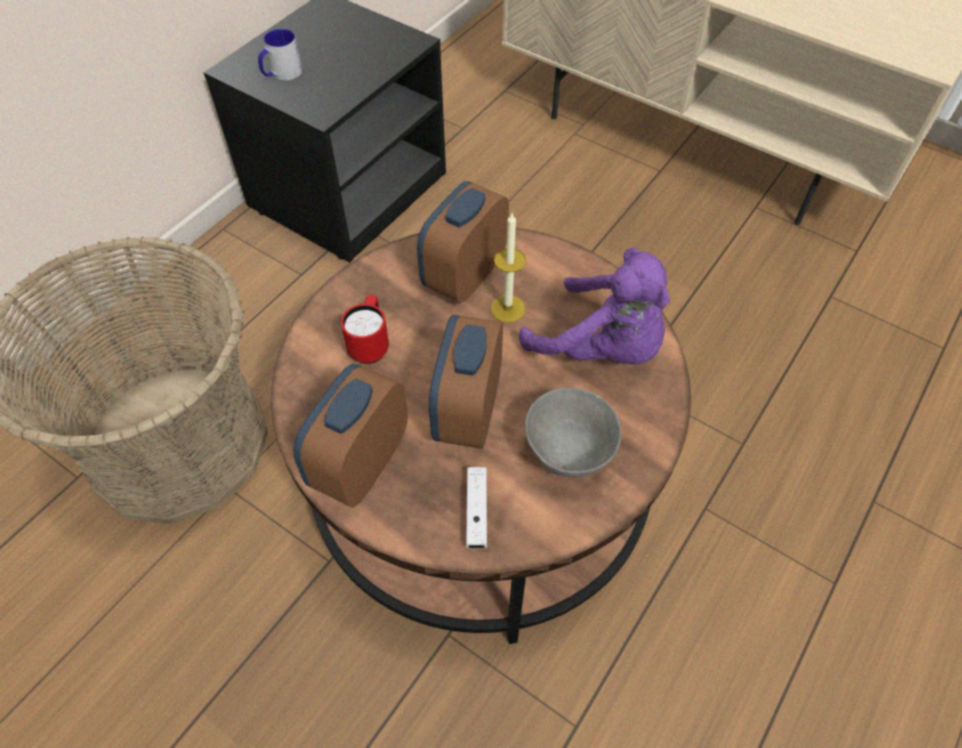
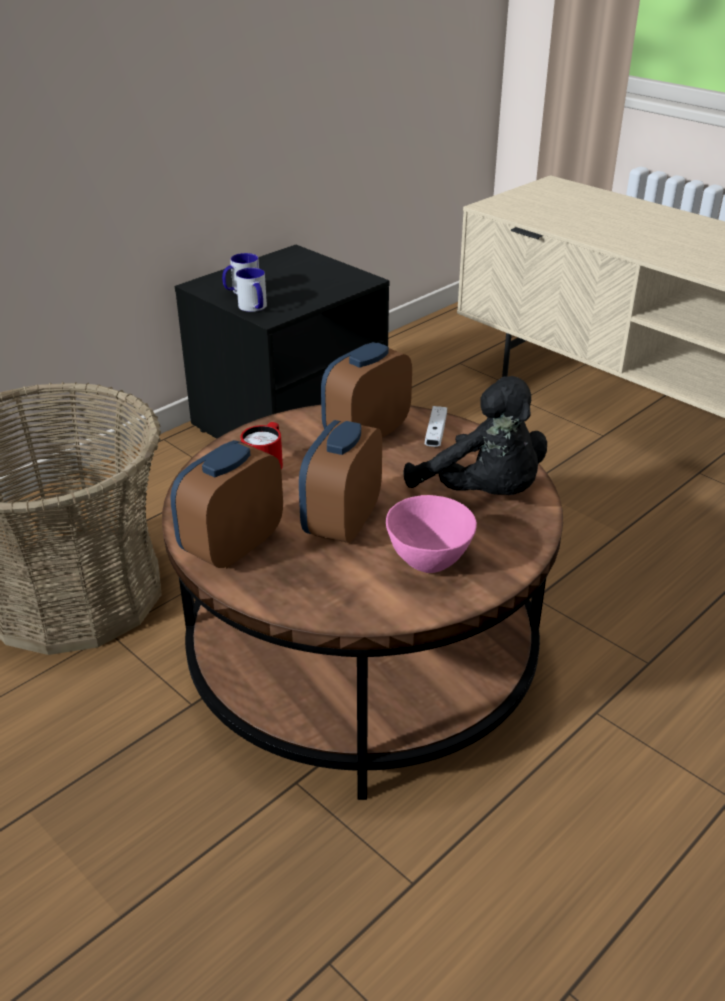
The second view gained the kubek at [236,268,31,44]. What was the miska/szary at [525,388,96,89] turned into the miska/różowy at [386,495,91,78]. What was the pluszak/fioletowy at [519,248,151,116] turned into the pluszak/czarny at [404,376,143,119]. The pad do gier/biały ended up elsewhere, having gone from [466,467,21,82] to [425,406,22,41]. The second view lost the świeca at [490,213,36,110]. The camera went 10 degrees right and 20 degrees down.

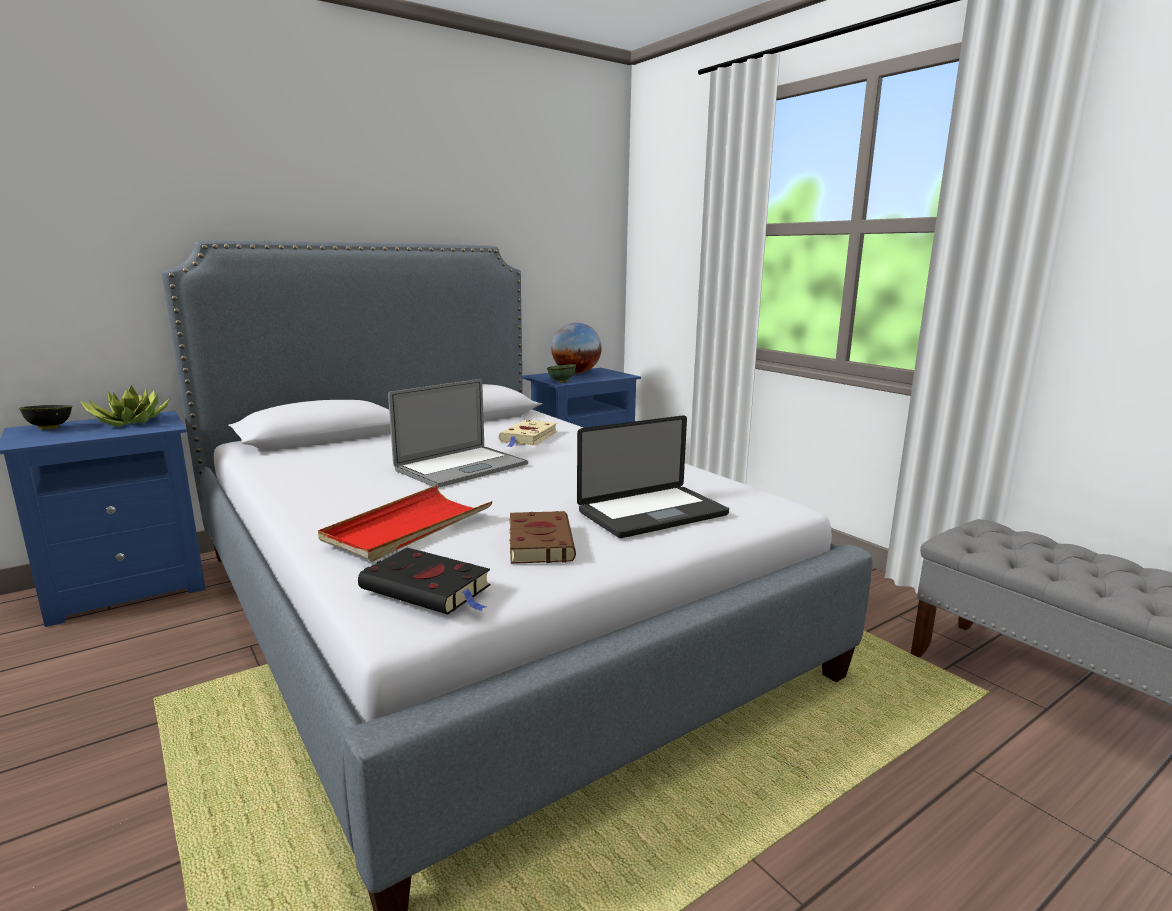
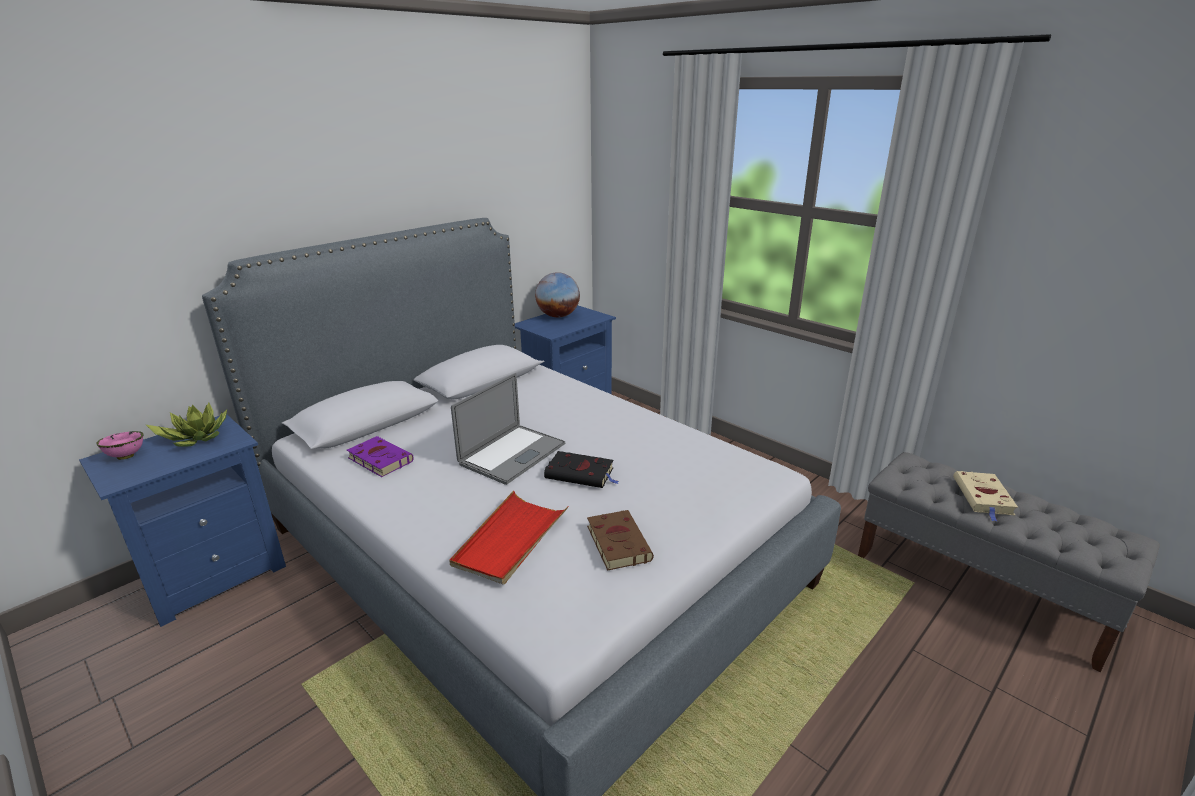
What was the miska/czarny at [19,405,53,24] turned into the miska/różowy at [96,431,48,29]. The second view gained the książka/fioletowy at [346,436,68,41]. The książka/czarny ended up elsewhere, having gone from [358,547,132,68] to [544,451,75,37]. The książka/beżowy ended up elsewhere, having gone from [499,420,59,27] to [953,471,65,51]. The second view lost the miska/zielony at [546,364,30,19]. The second view lost the laptop at [577,415,152,123]. The camera went 10 degrees left and 10 degrees up.

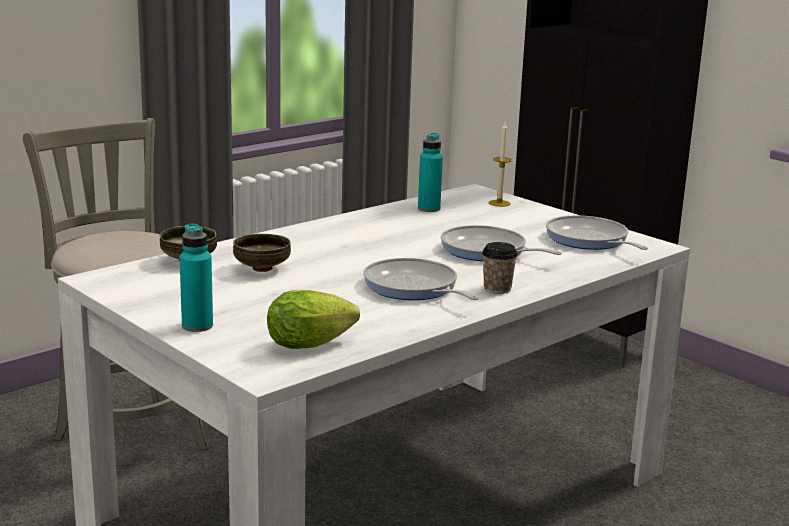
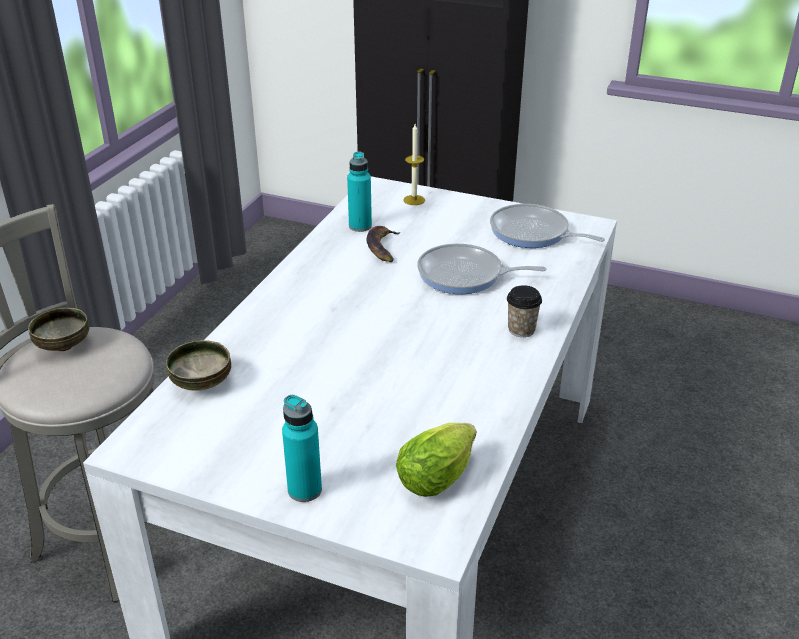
The miska ended up elsewhere, having gone from [233,234,58,38] to [28,308,61,43]. The second view gained the banan at [367,226,33,36]. The second view lost the patelnia at [363,258,116,42]. The camera went 25 degrees left and 15 degrees up.

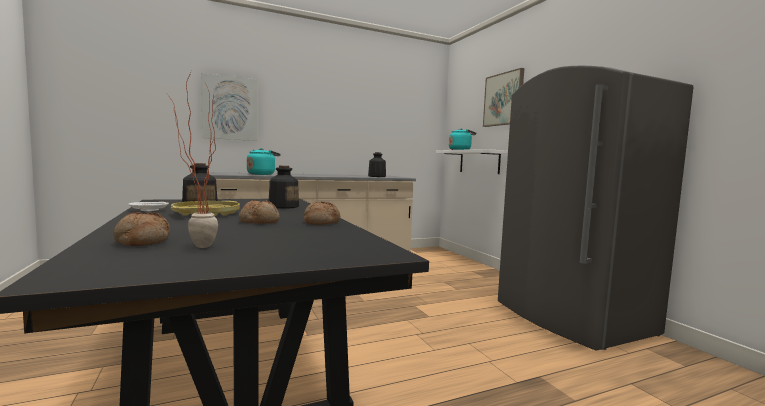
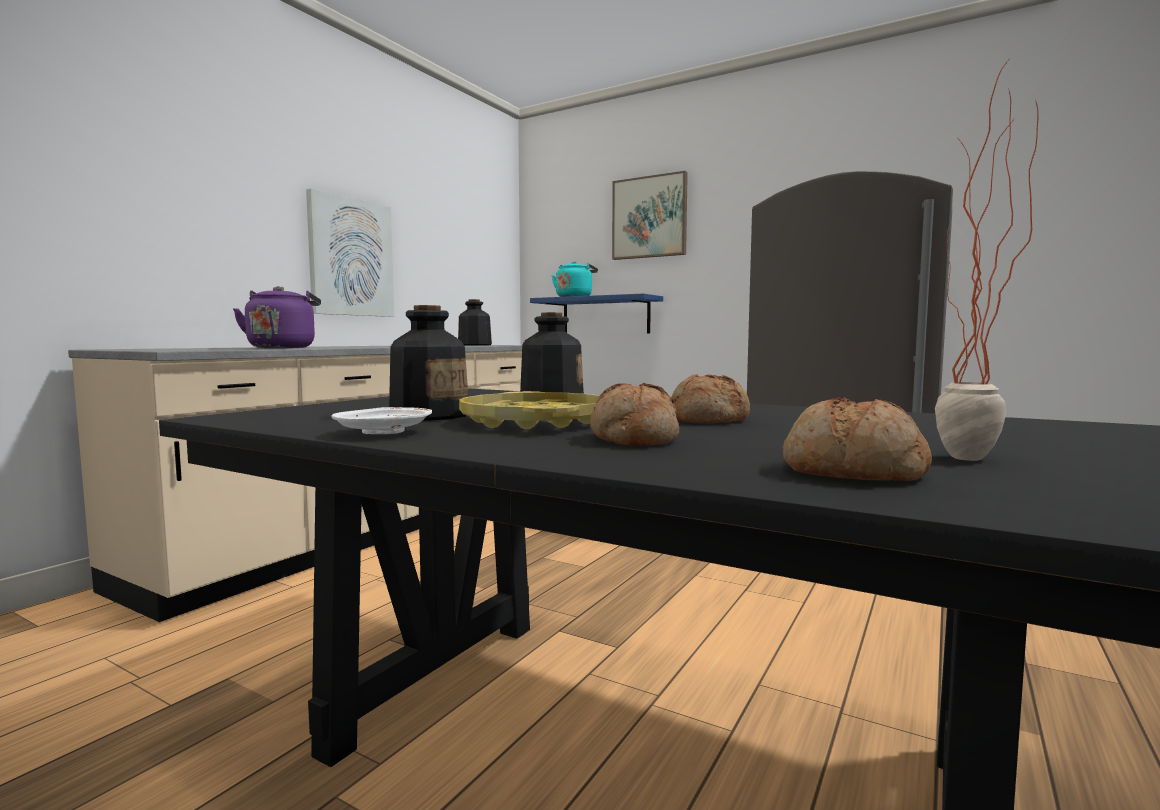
What was the czajnik/turkusowy at [247,148,34,27] turned into the czajnik/fioletowy at [233,286,88,62]. The obraz ended up elsewhere, having gone from [201,73,57,68] to [306,188,88,129]. What was the półka/biały at [436,149,71,25] turned into the półka/niebieski at [530,293,133,41]. The chleb ended up elsewhere, having gone from [304,201,36,24] to [590,383,89,63]. The camera went 35 degrees left and 0 degrees up.

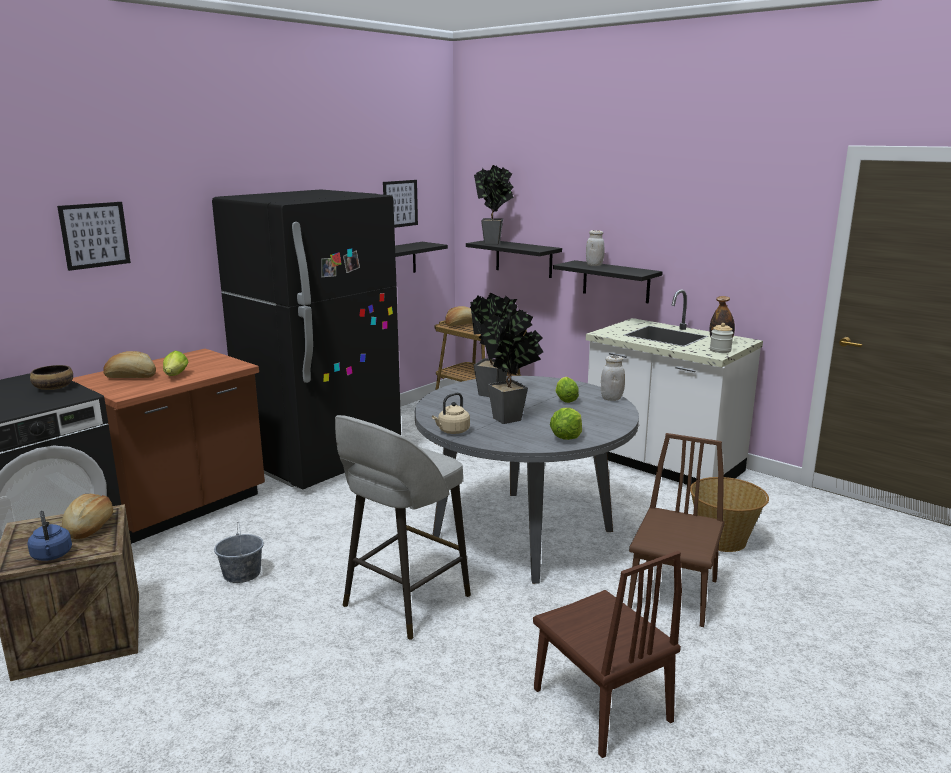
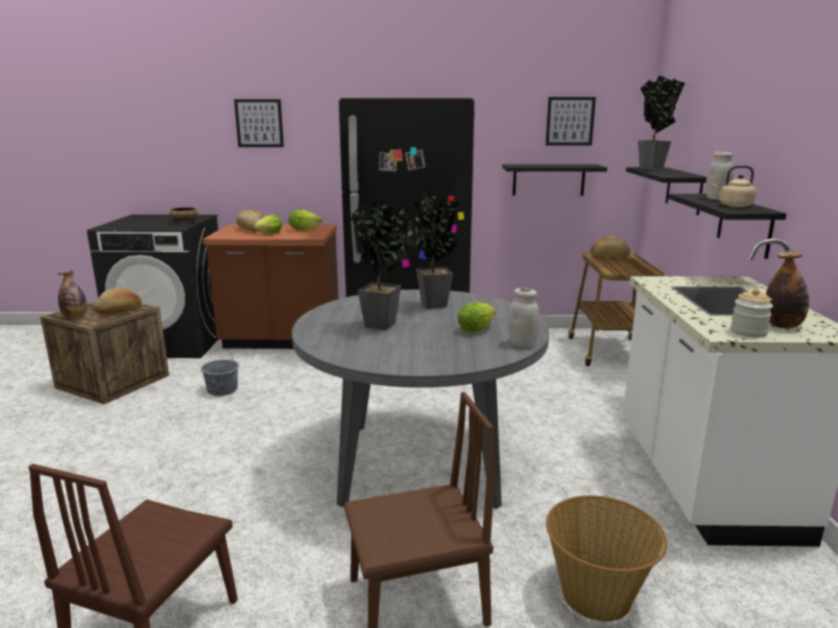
Where the czajnik/niebieski stood at [27,510,45,51], the butelka came to stand at [58,270,29,49]. The sałata ended up elsewhere, having gone from [550,408,32,32] to [289,209,33,22]. The czajnik/beżowy ended up elsewhere, having gone from [432,393,38,41] to [711,165,46,42]. The second view lost the stołek/szary at [335,415,136,225]. The camera went 50 degrees right and 0 degrees up.

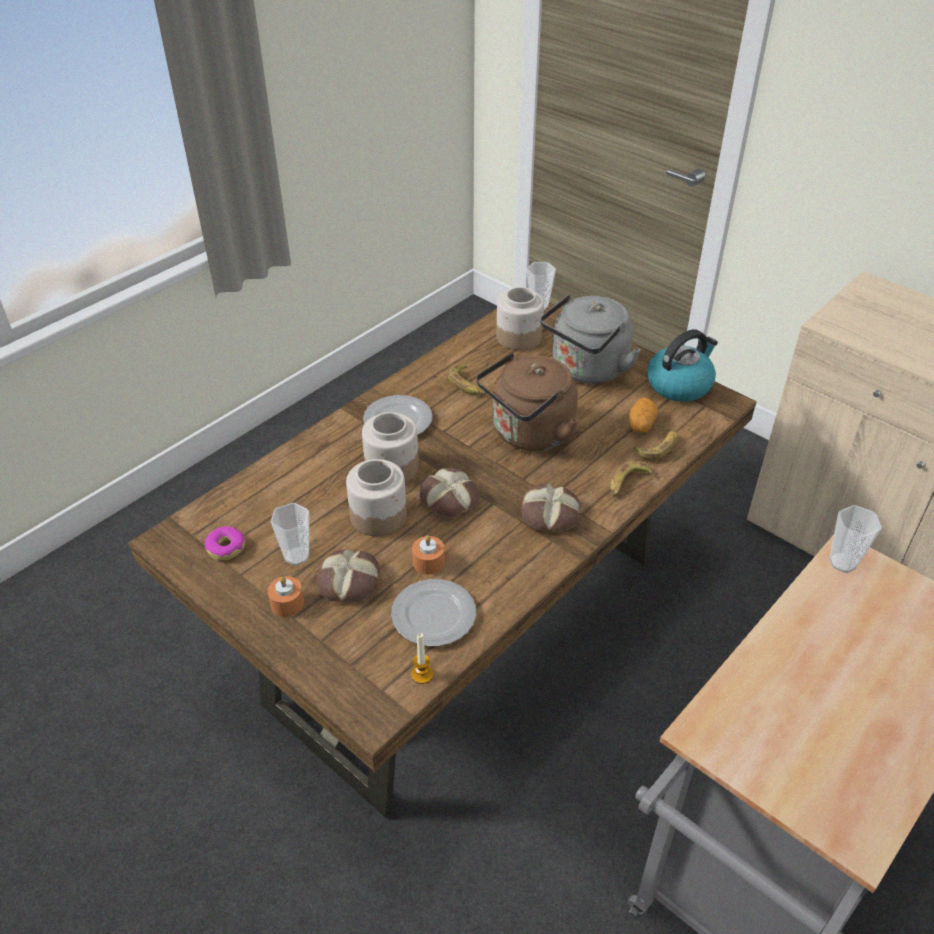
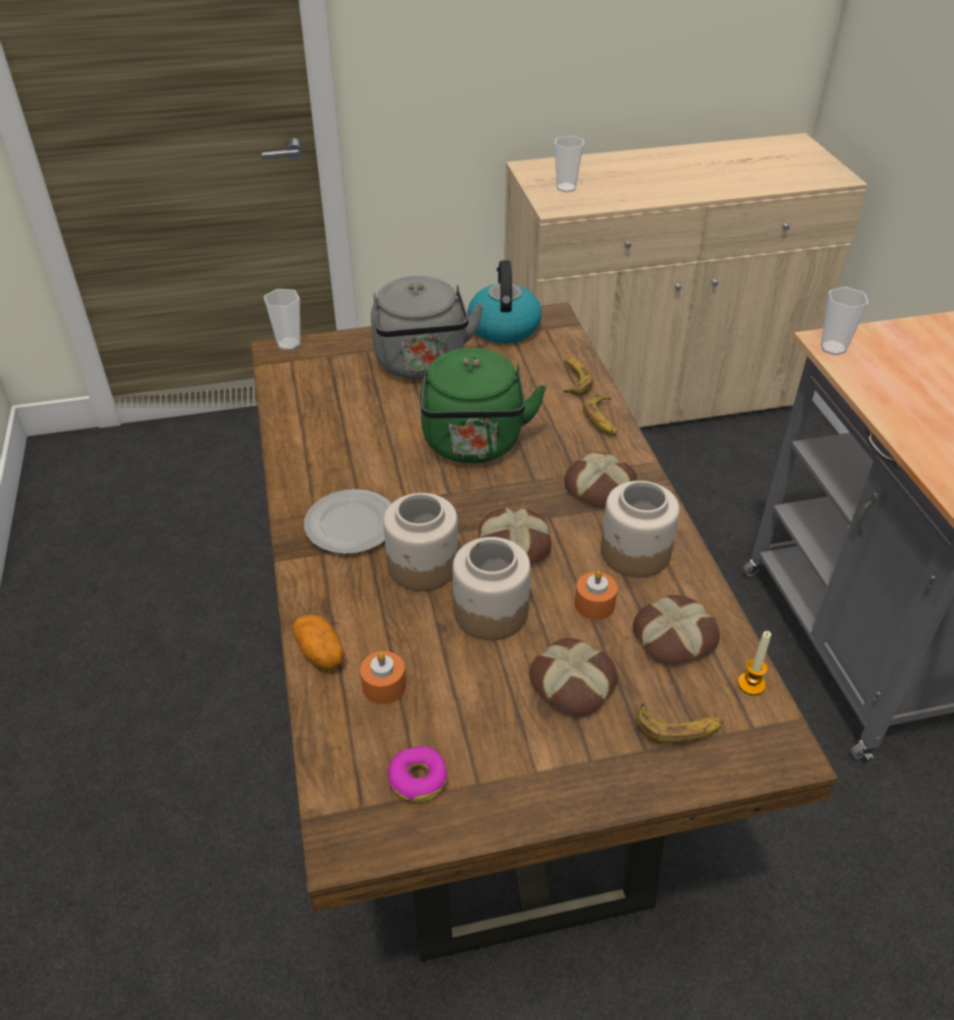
The ziemniak ended up elsewhere, having gone from [629,398,29,35] to [293,615,51,55]. The świeca/pomarańczowy ended up elsewhere, having gone from [268,576,36,41] to [360,651,46,53]. What was the czajnik/brązowy at [476,353,103,98] turned into the czajnik/zielony at [420,348,127,115]. The filiżanka ended up elsewhere, having gone from [271,503,38,63] to [554,136,30,56]. The słoik ended up elsewhere, having gone from [496,287,48,64] to [601,481,79,96]. Where the talerz stood at [391,579,85,67], the chleb came to stand at [633,595,87,69]. The banan ended up elsewhere, having gone from [448,365,35,30] to [636,703,87,40]. The camera went 55 degrees left and 0 degrees up.

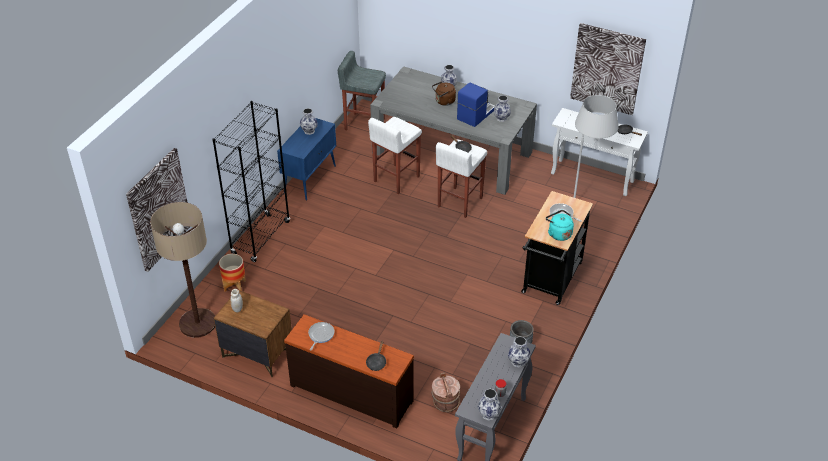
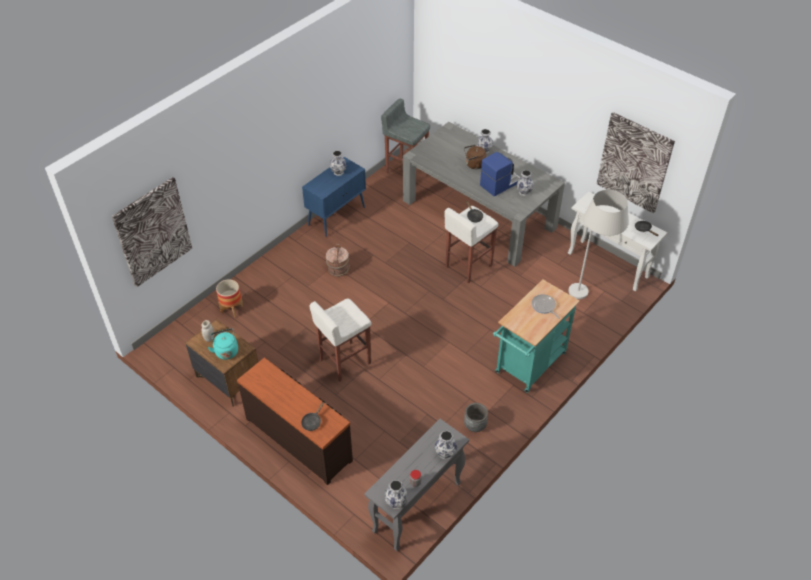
The czajnik/turkusowy ended up elsewhere, having gone from [546,210,28,31] to [208,328,30,32]. The stołek/biały ended up elsewhere, having gone from [368,117,54,77] to [310,298,61,84]. The wiadro/brązowy ended up elsewhere, having gone from [431,372,29,40] to [326,244,24,33]. What was the wózek/czarny at [521,191,72,114] turned into the wózek/turkusowy at [493,279,87,114]. The second view lost the lampa stojąca at [150,202,65,136]. The second view lost the regał/czarny at [212,101,78,161]. The second view lost the patelnia at [308,322,27,28]. The camera went 15 degrees right and 5 degrees up.

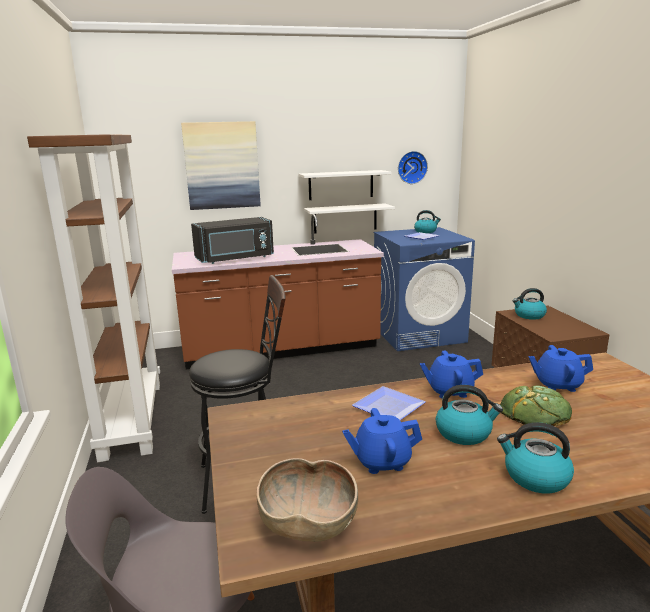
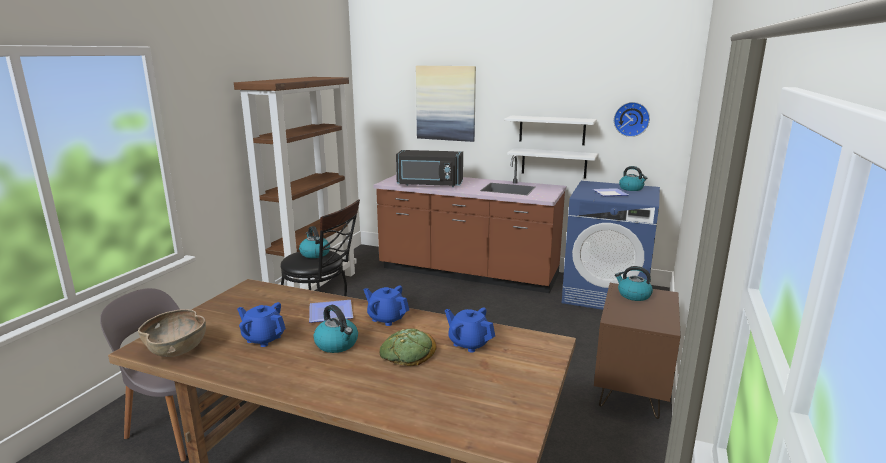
The czajnik ended up elsewhere, having gone from [497,422,77,71] to [299,226,31,32]. The camera went 35 degrees right and 0 degrees up.

